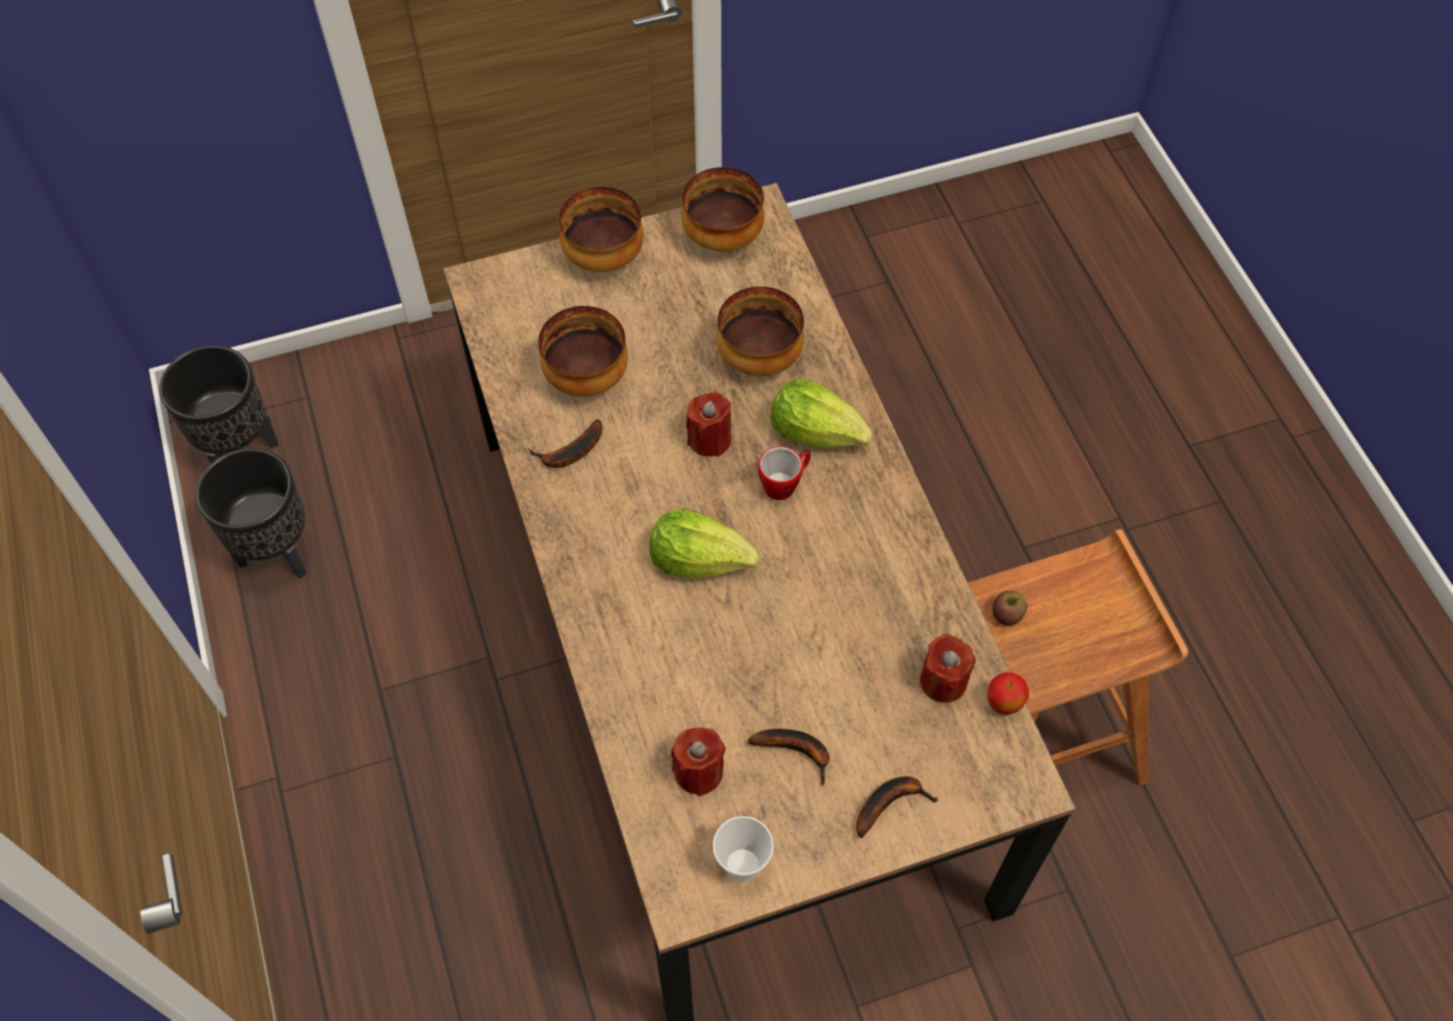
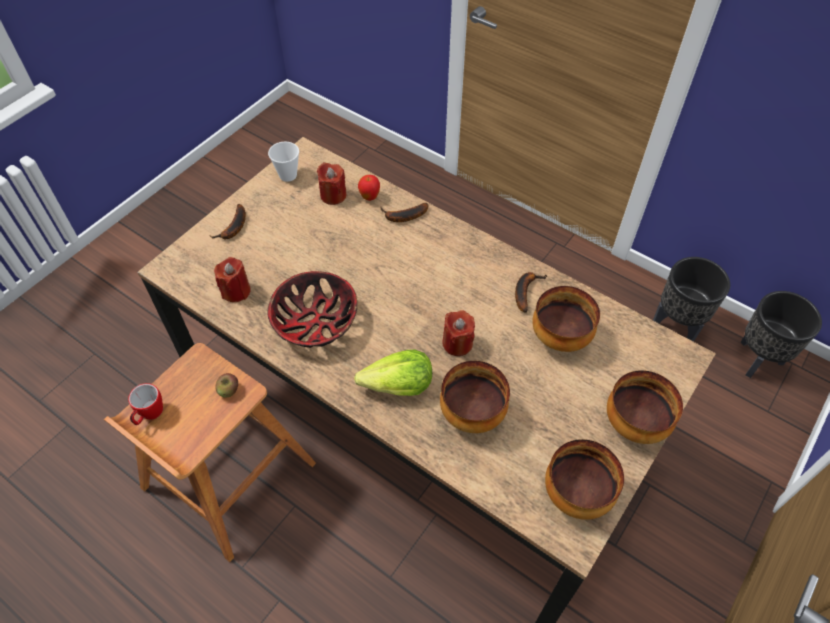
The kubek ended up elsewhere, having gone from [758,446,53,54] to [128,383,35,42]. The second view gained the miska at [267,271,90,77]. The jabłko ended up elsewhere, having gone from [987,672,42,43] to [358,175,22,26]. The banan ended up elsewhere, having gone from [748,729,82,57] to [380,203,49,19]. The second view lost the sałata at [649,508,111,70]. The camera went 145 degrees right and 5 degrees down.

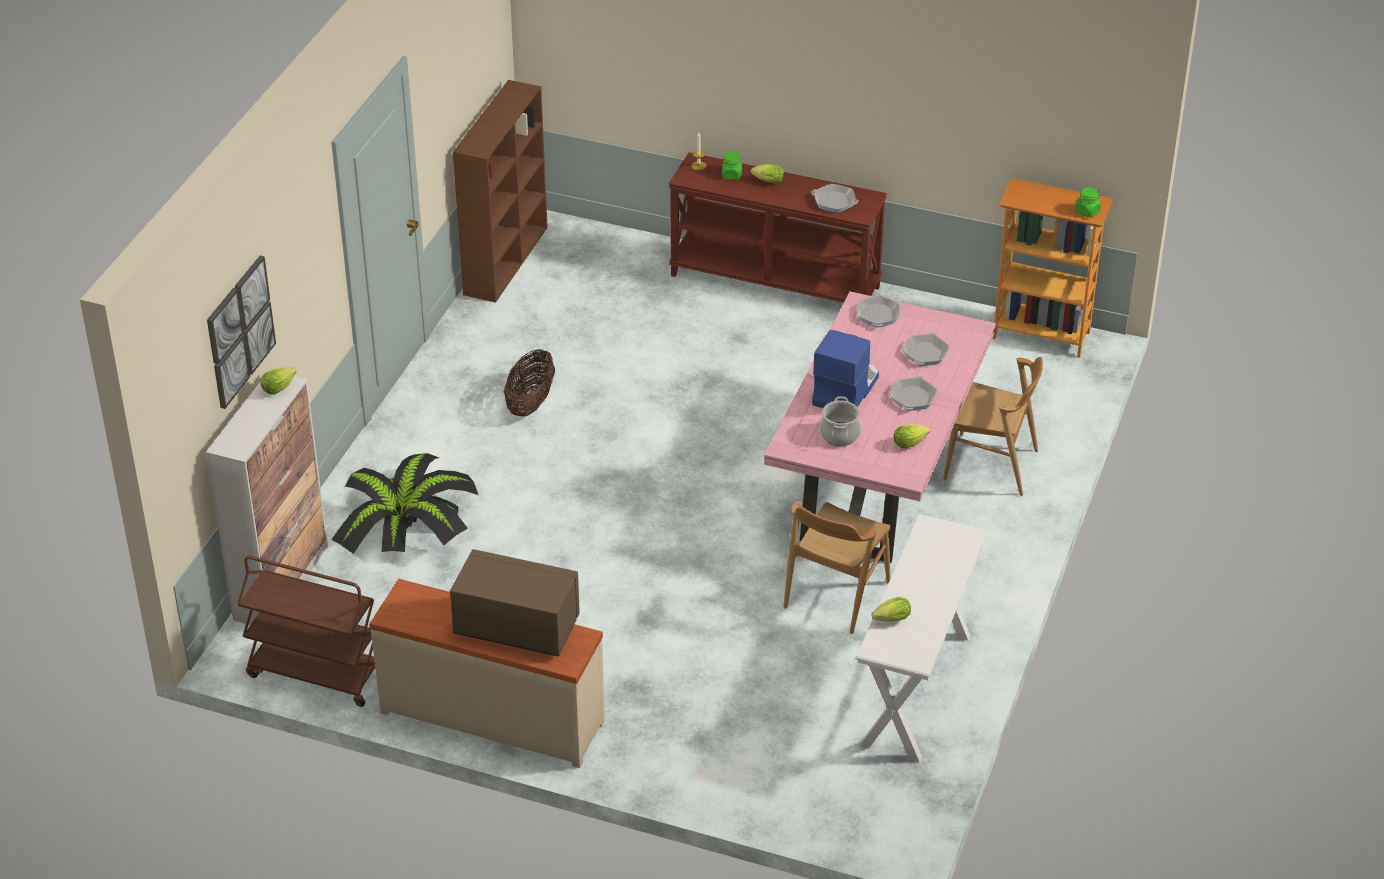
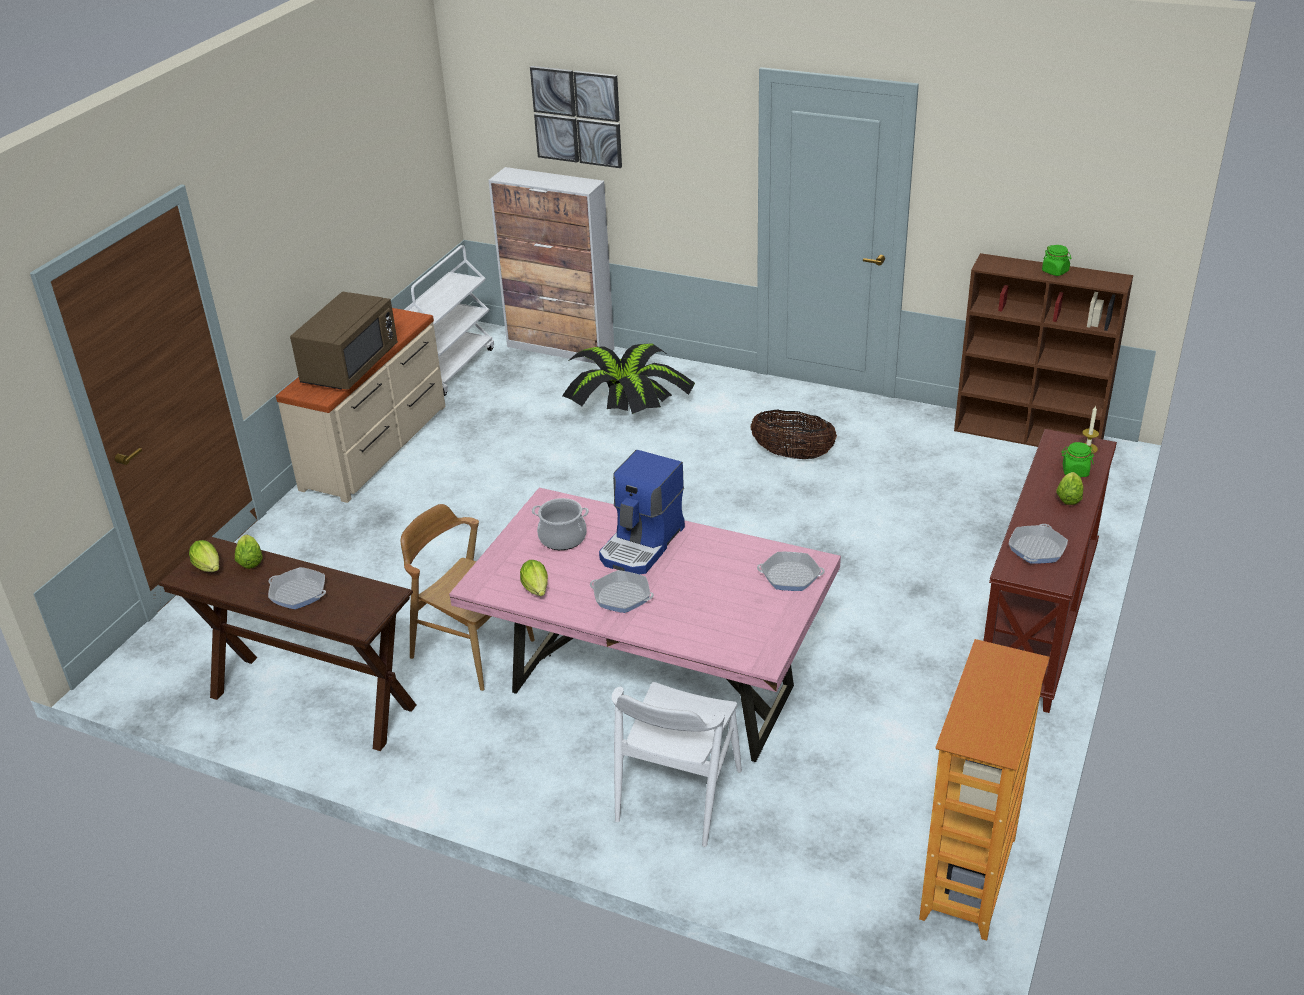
What was the stolik konsolowy/biały at [855,514,133,249] turned into the stolik konsolowy/brązowy at [158,537,259,214]. The sałata ended up elsewhere, having gone from [260,367,36,27] to [189,540,30,32]. The patelnia ended up elsewhere, having gone from [903,333,46,33] to [268,567,58,42]. What was the wózek/brązowy at [237,555,138,152] turned into the wózek/biały at [404,245,90,151]. The ekspres do kawy at [812,330,67,78] ended up facing another way, 90 degrees clockwise from before. What was the krzesło/brązowy at [943,357,100,139] turned into the krzesło/biały at [612,682,130,165]. The słoik/zielony ended up elsewhere, having gone from [1075,188,26,30] to [1042,245,29,31]. The camera went 95 degrees right and 5 degrees down.

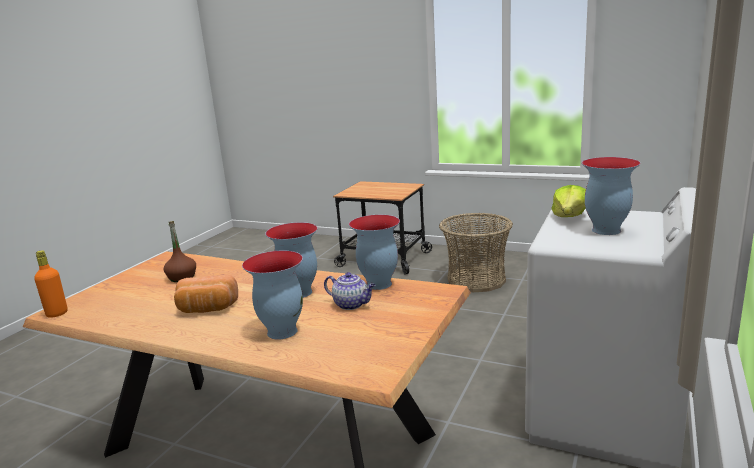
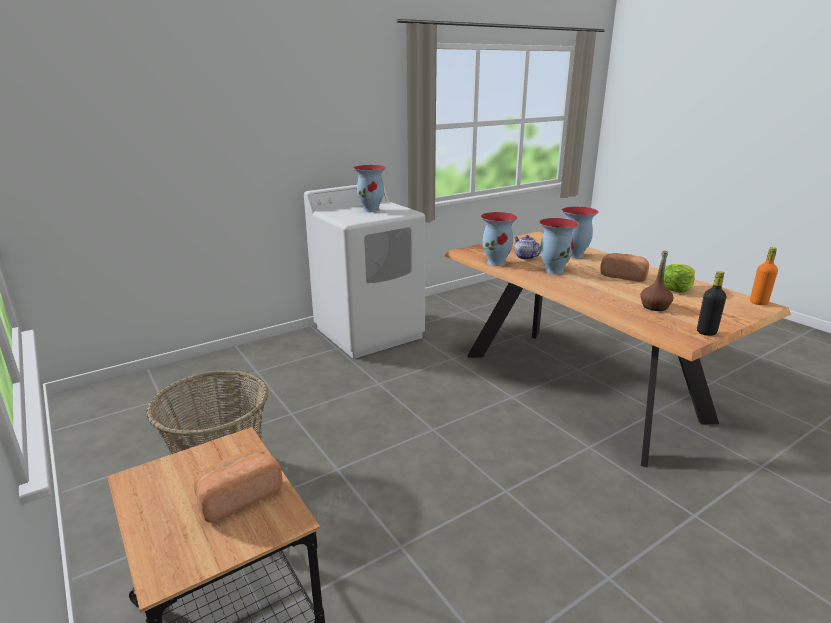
The second view gained the chleb at [194,450,89,73]. The sałata ended up elsewhere, having gone from [551,185,35,32] to [664,264,31,29]. The second view gained the butelka/czarny at [697,271,29,65]. The camera went 150 degrees left and 5 degrees up.

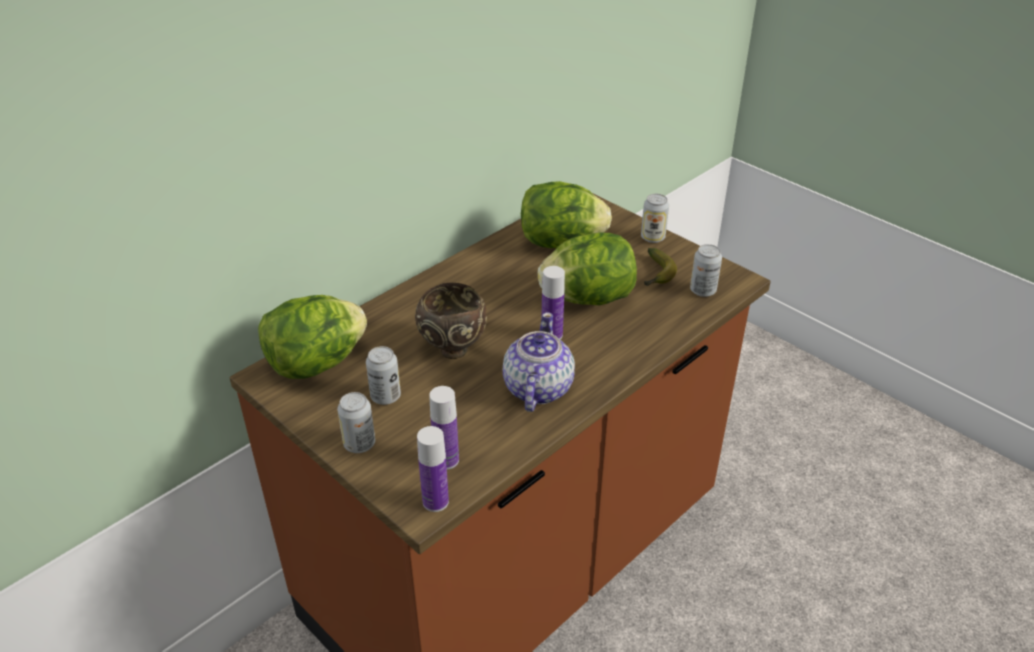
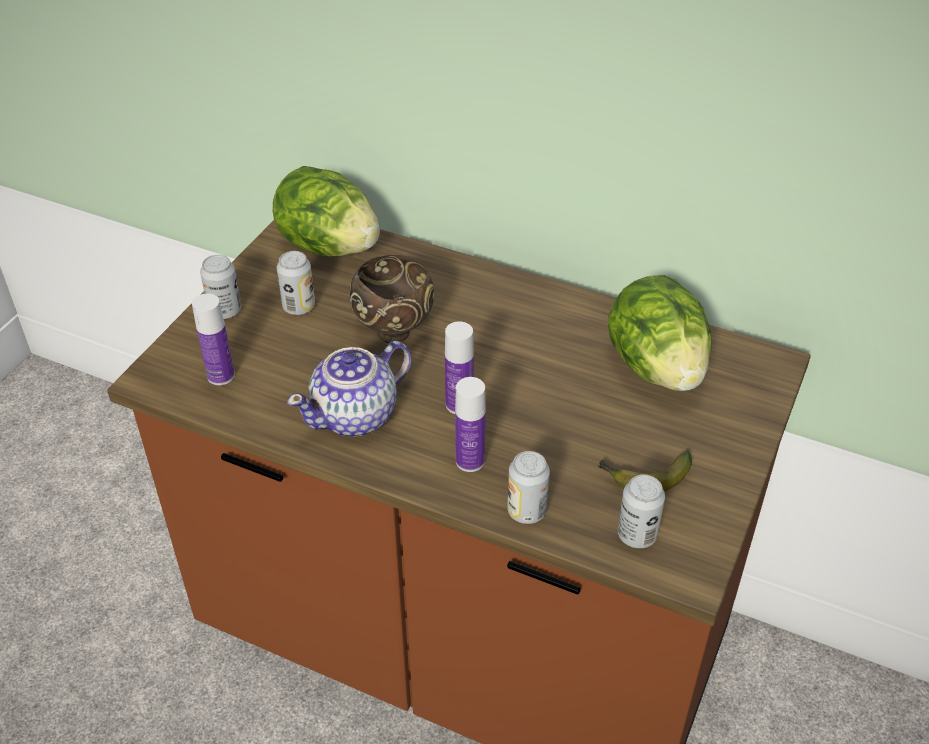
The imbryk at [503,312,72,100] ended up facing another way, 150 degrees clockwise from before. The butelka ended up elsewhere, having gone from [417,426,32,86] to [455,377,31,95]. The puszka ended up elsewhere, having gone from [641,194,28,49] to [507,451,43,73]. The second view lost the sałata at [538,232,99,73]. The camera went 70 degrees right and 5 degrees up.

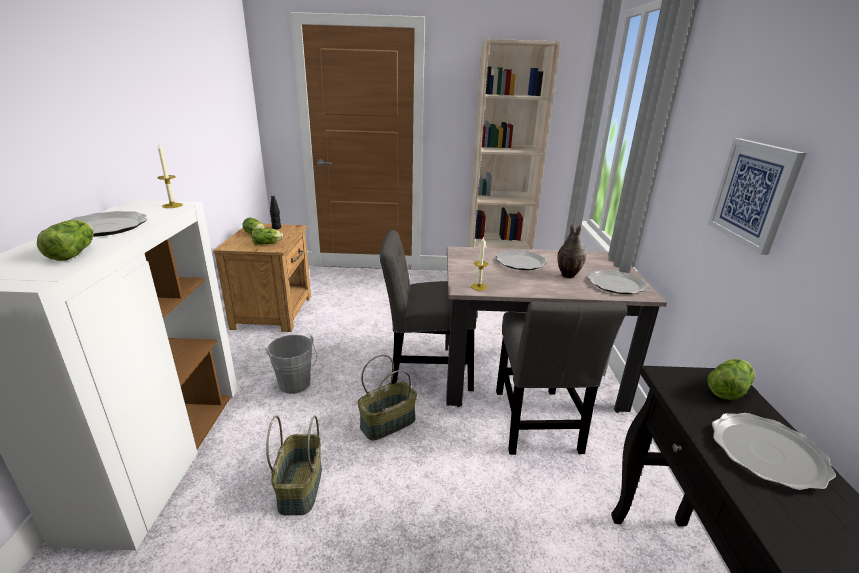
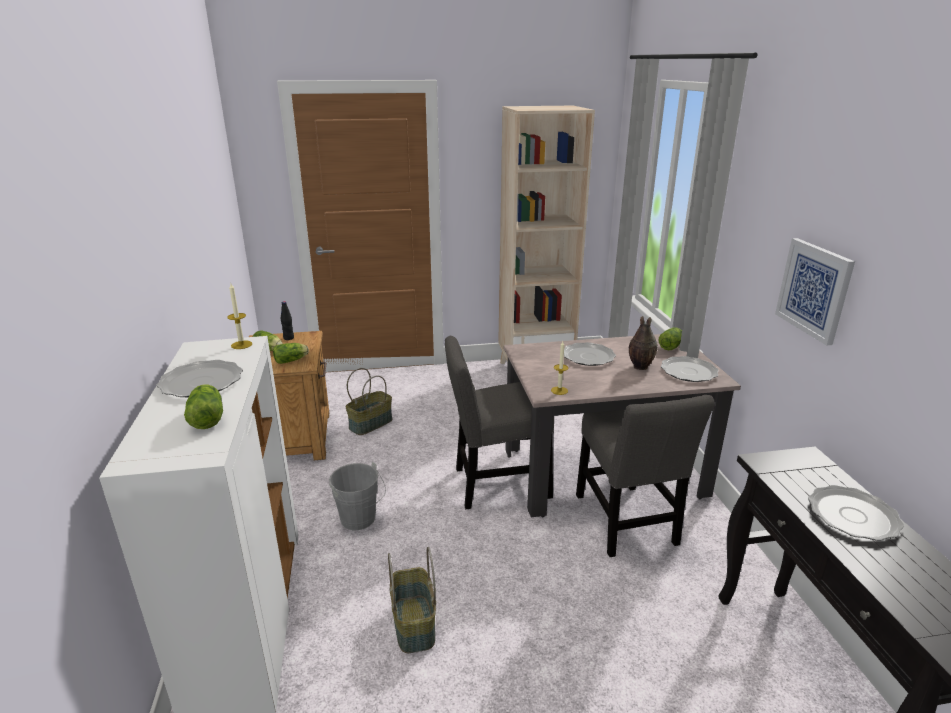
The koszyk ended up elsewhere, having gone from [357,354,60,87] to [345,368,47,67]. The sałata ended up elsewhere, having gone from [707,359,48,41] to [658,327,24,24]. The camera went 10 degrees left and 0 degrees up.

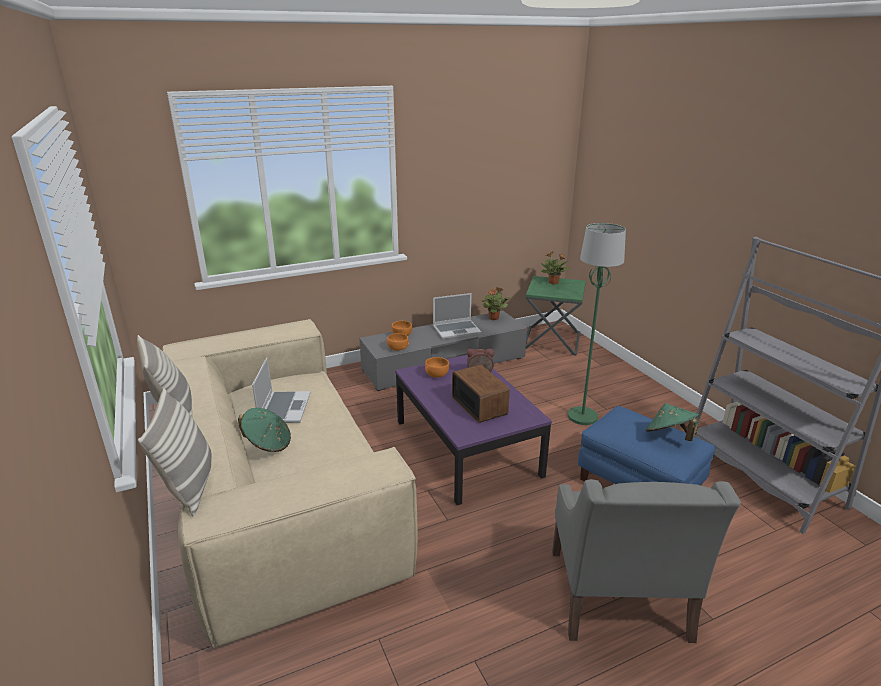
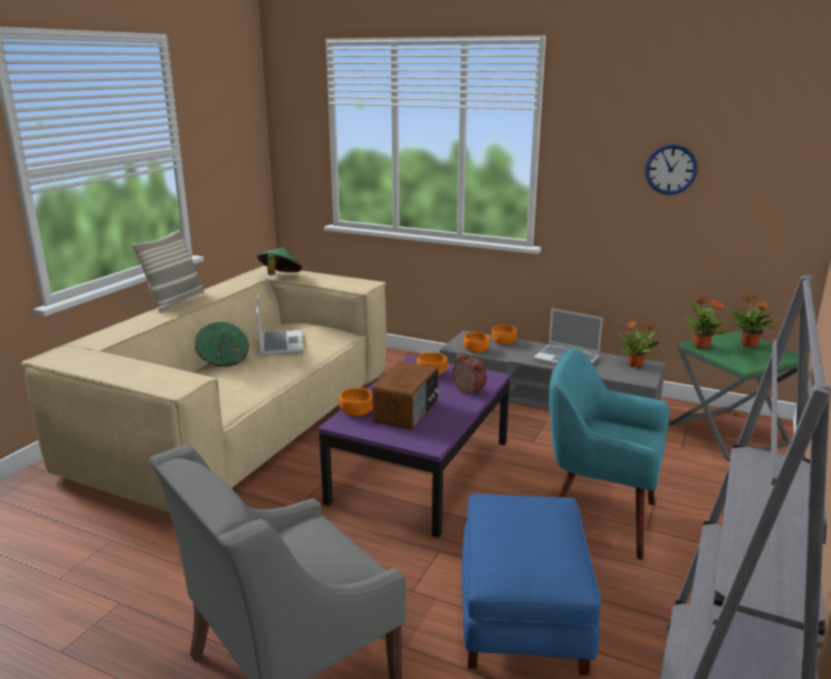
The laptop at [252,358,59,65] ended up facing another way, 60 degrees counterclockwise from before. The kapelusz/zielony ended up elsewhere, having gone from [646,403,53,38] to [257,247,45,28]. The second view gained the miska/pomarańczowy at [339,388,34,28]. Where the lampa stojąca/zielony stood at [568,223,58,202], the fotel/turkusowy came to stand at [549,348,120,212]. The second view gained the zegar ścienny at [645,144,52,51]. The second view gained the roślina doniczkowa at [682,297,47,52]. The second view lost the poduszka at [138,388,74,128]. The camera went 50 degrees right and 5 degrees down.

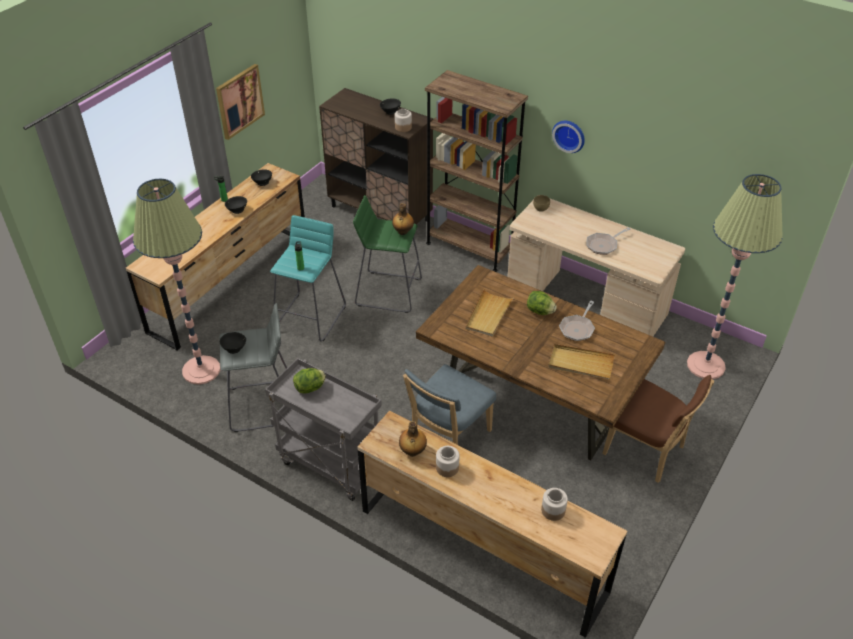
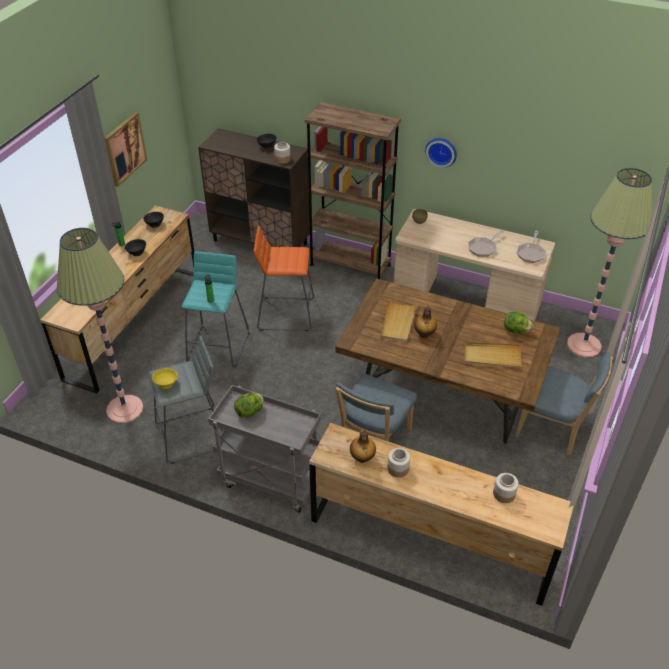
What was the miska/czarny at [220,332,26,22] turned into the miska/żółty at [152,368,26,21]. What was the stołek/zielony at [353,195,69,118] turned into the stołek/pomarańczowy at [254,226,60,105]. The butelka ended up elsewhere, having gone from [392,203,22,32] to [414,306,23,32]. The sałata ended up elsewhere, having gone from [527,291,30,24] to [504,312,29,22]. What was the krzesło/brązowy at [602,375,112,108] turned into the krzesło/niebieski at [515,352,98,104]. The patelnia ended up elsewhere, having gone from [559,301,36,40] to [517,231,29,32]. The camera went 10 degrees left and 0 degrees up.

